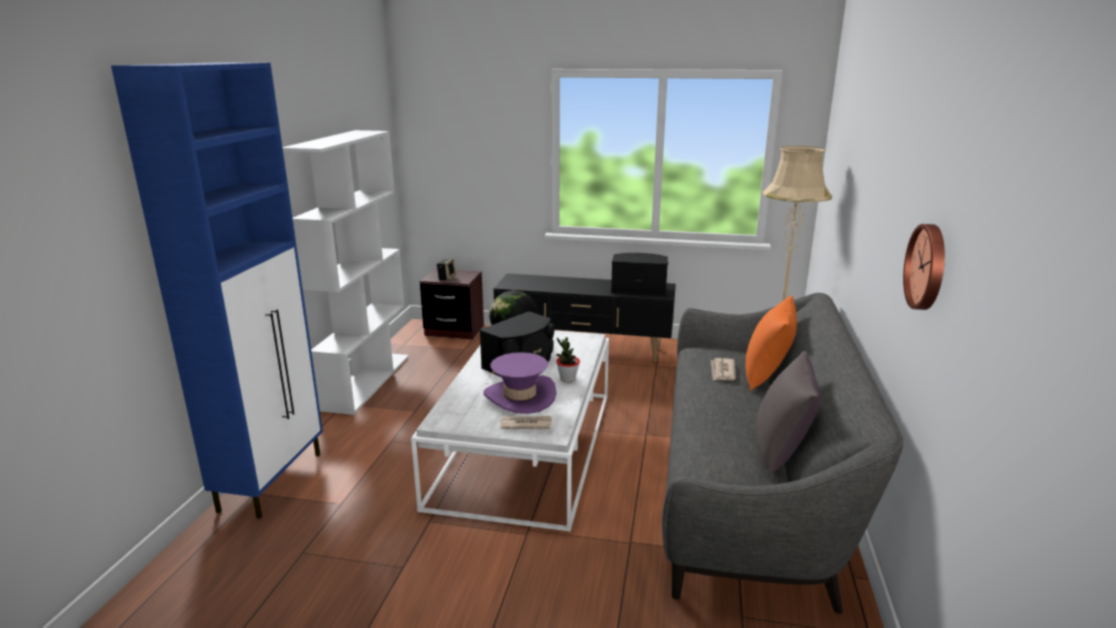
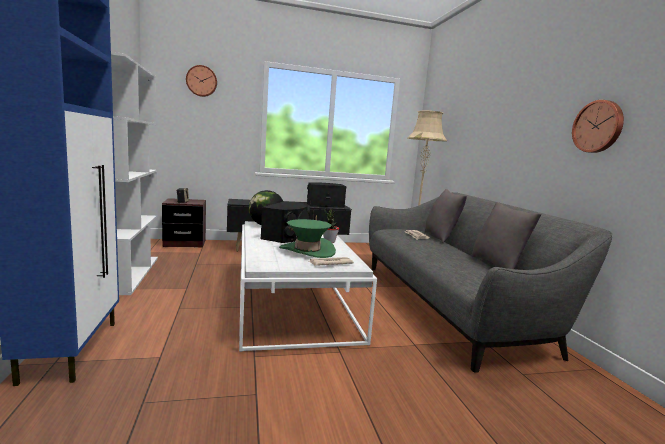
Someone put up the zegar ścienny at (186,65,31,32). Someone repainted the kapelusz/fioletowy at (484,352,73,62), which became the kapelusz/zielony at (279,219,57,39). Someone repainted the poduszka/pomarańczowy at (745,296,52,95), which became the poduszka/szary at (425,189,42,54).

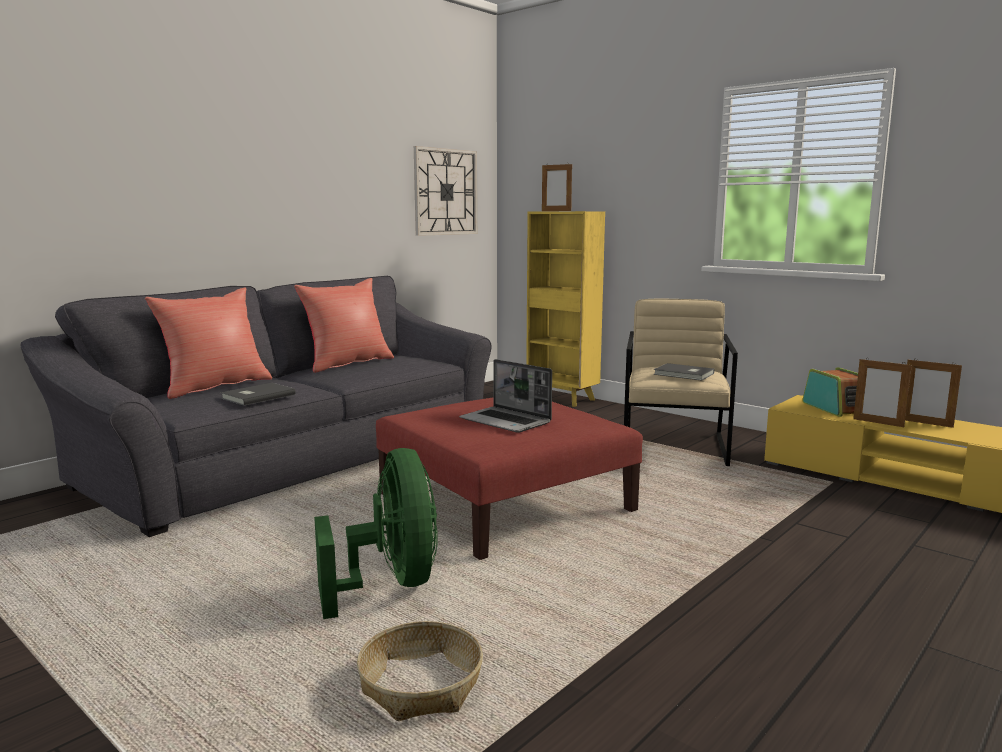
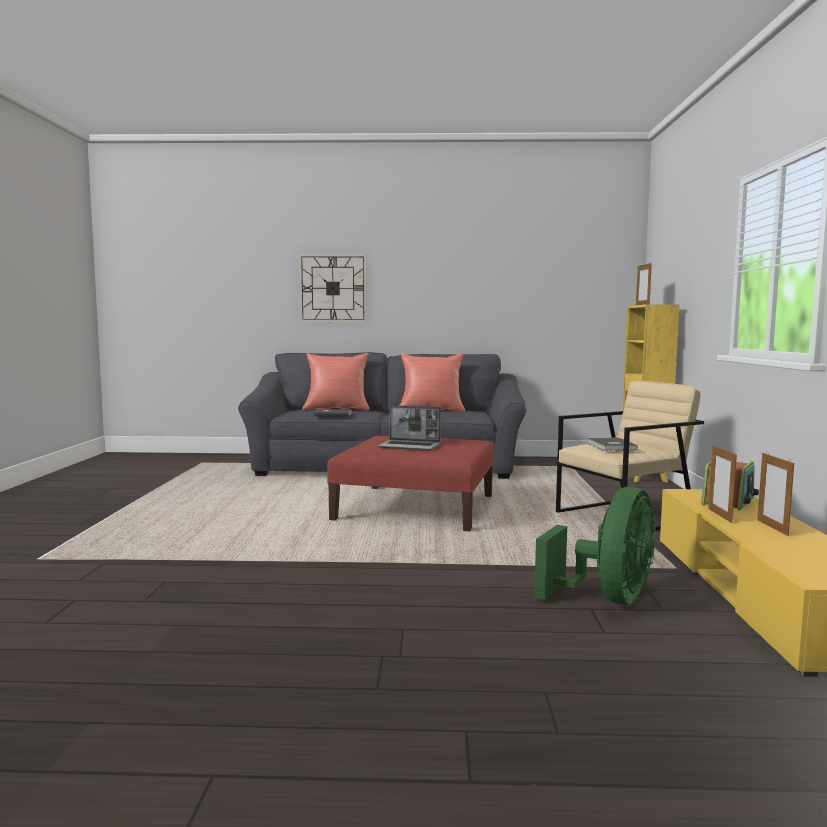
Someone carried the zegar ścienny from (414,146,63,90) to (299,254,68,69). Someone rotated the laptop at (459,359,93,74) by 75 degrees counterclockwise. Someone carried the wentylator/zielony from (314,448,124,171) to (534,487,121,118). Someone took away the koszyk at (357,621,126,100).

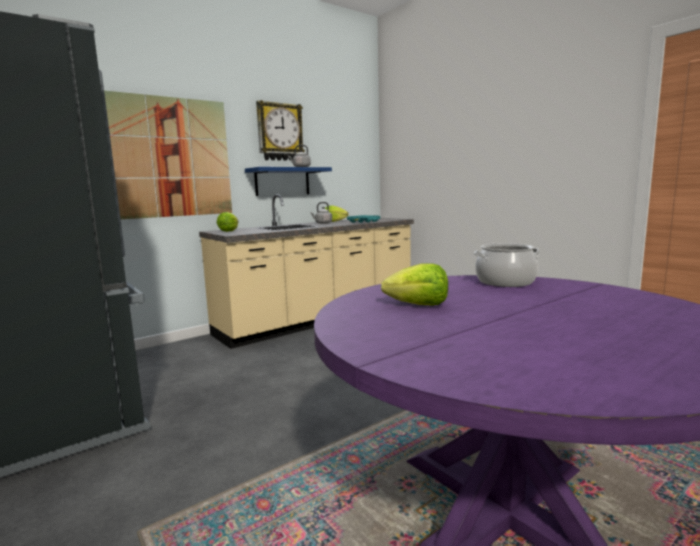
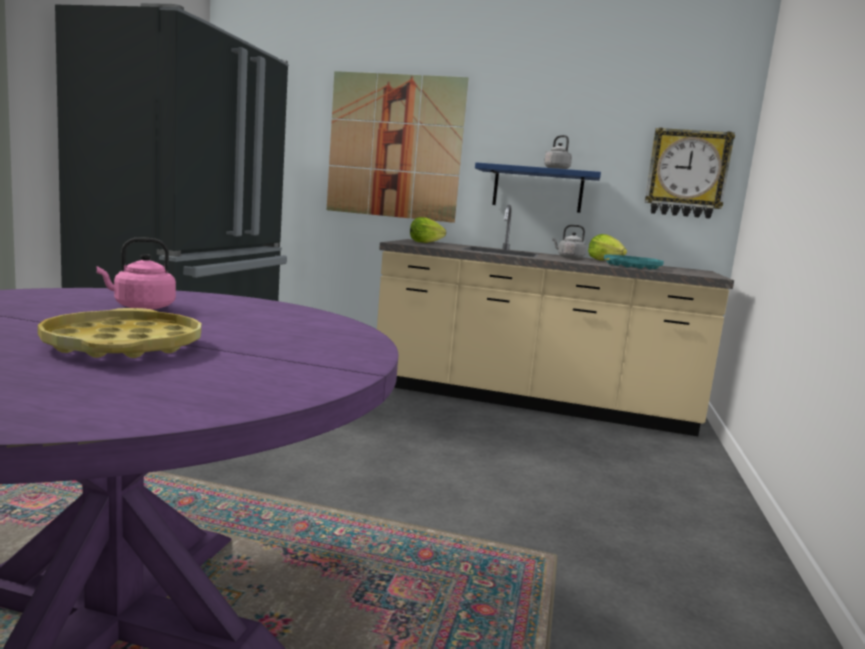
Someone put down the taca/żółty at (38,308,163,50). Someone swapped the sałata at (381,263,67,43) for the czajnik/różowy at (97,238,79,72). Someone carried the zegar ścienny from (256,100,49,61) to (644,128,91,91). Someone took away the garnek at (474,243,66,44).

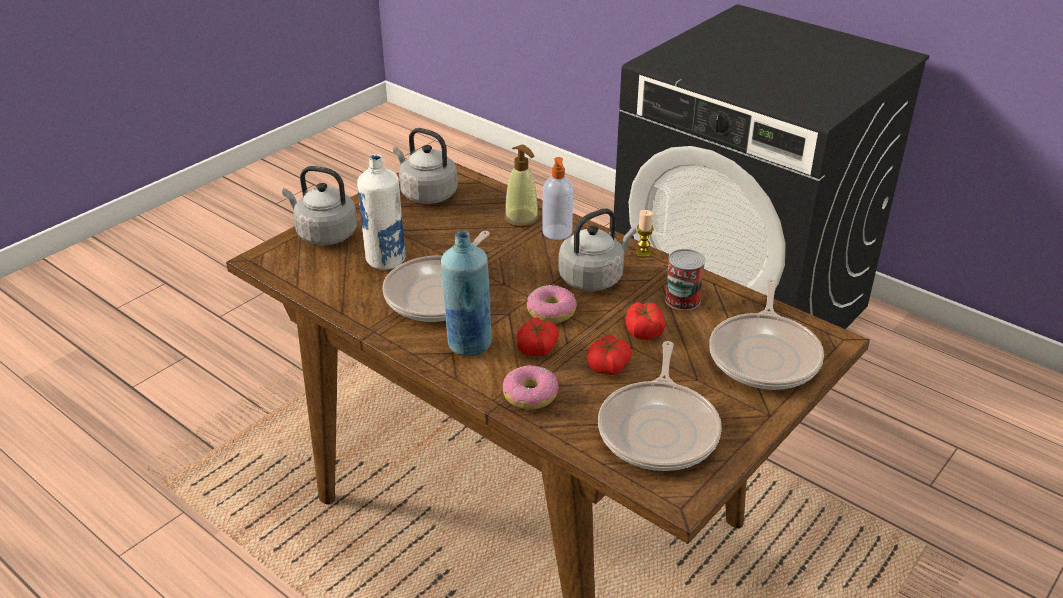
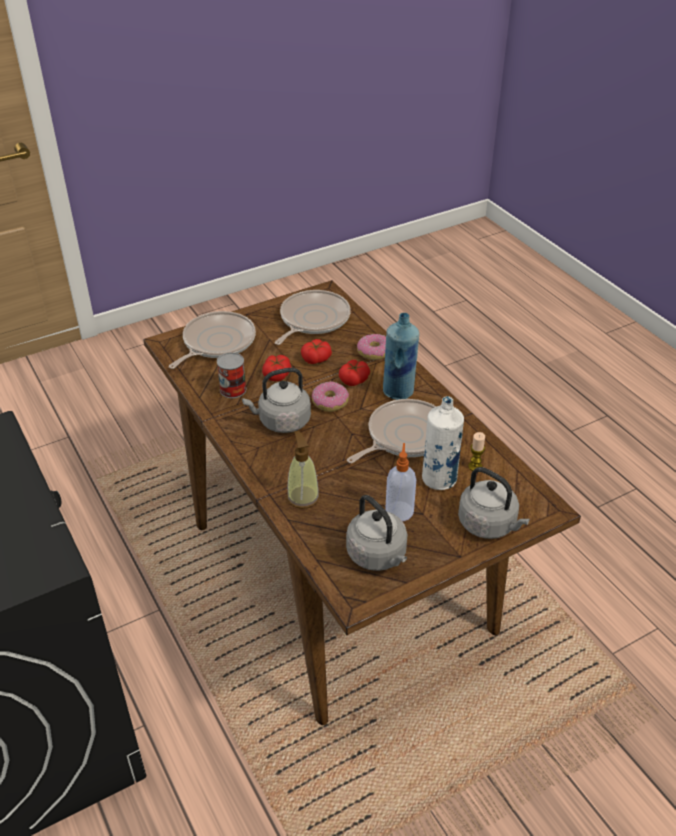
Someone carried the dozownik mydła from (542,157,31,83) to (385,443,31,78). Someone carried the świeca from (635,210,18,48) to (468,432,17,39).

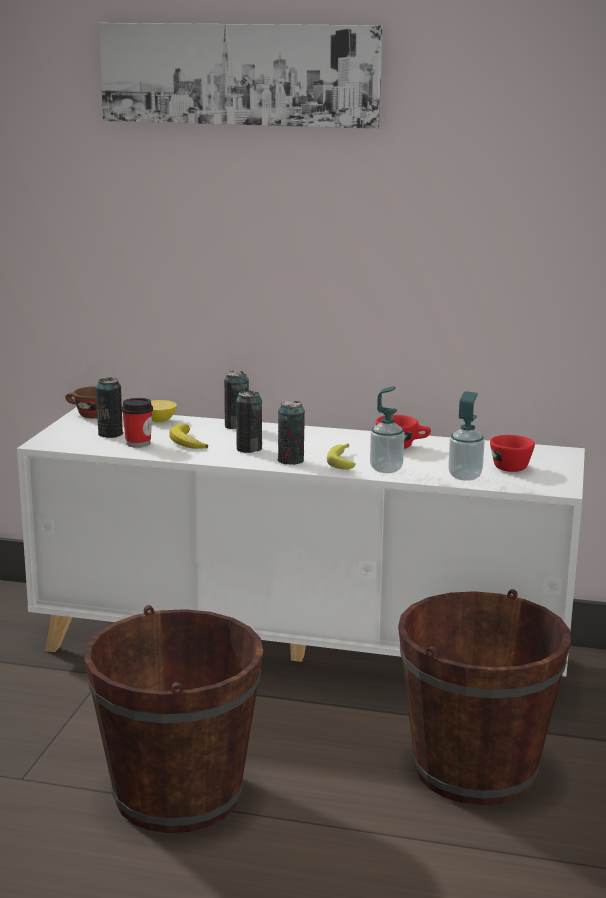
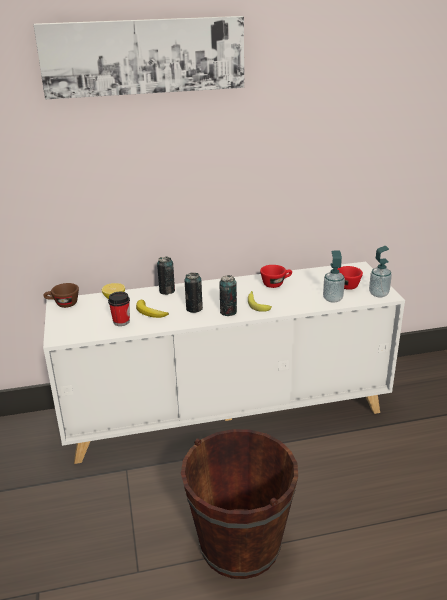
Someone carried the dozownik mydła from (370,386,34,87) to (369,246,23,51). Someone took away the puszka at (96,377,27,61). Someone took away the wiadro/brązowy at (398,589,173,216).

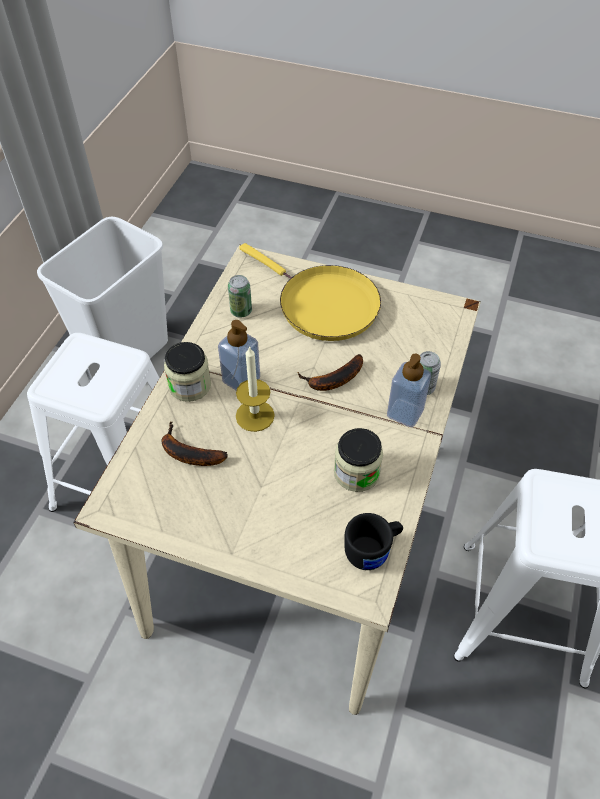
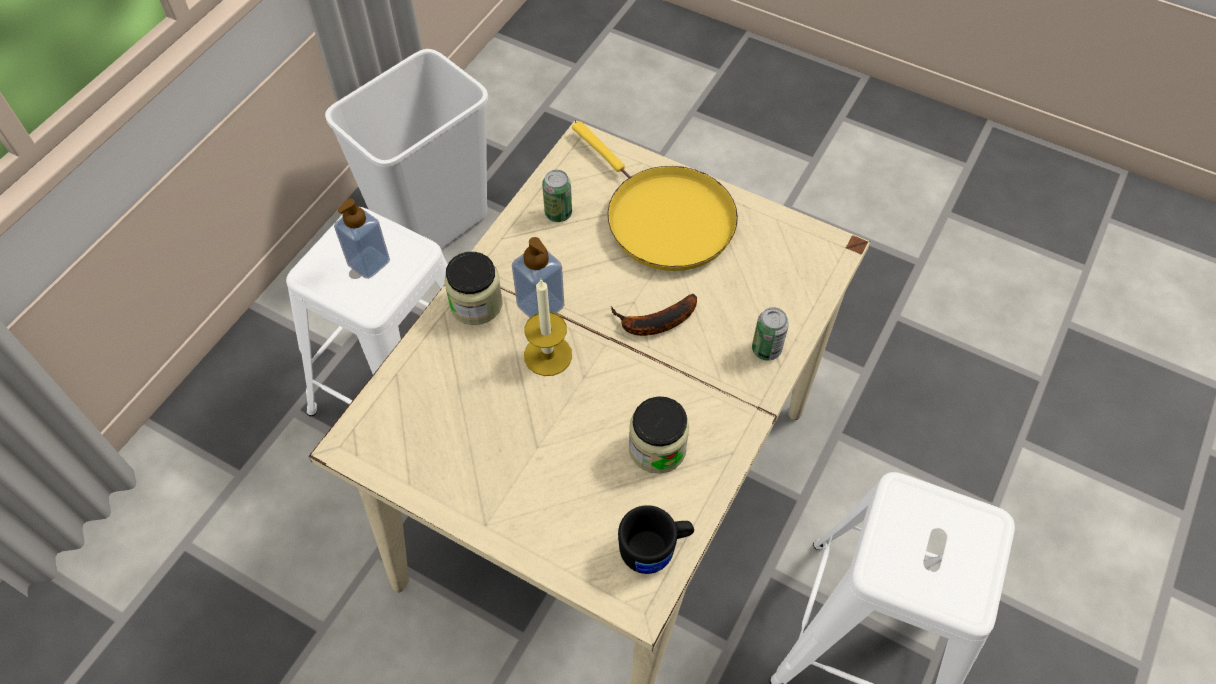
Someone carried the dozownik mydła from (387,354,44,73) to (334,199,56,80). Someone took away the banan at (161,422,67,44).

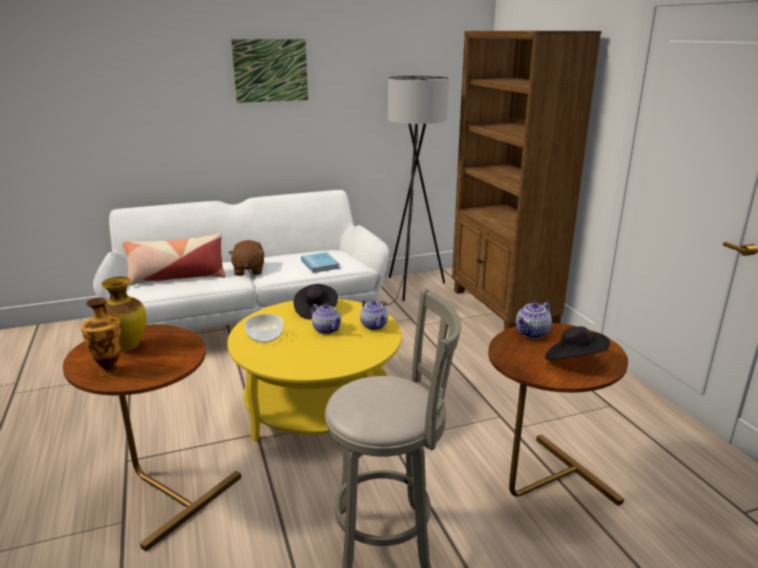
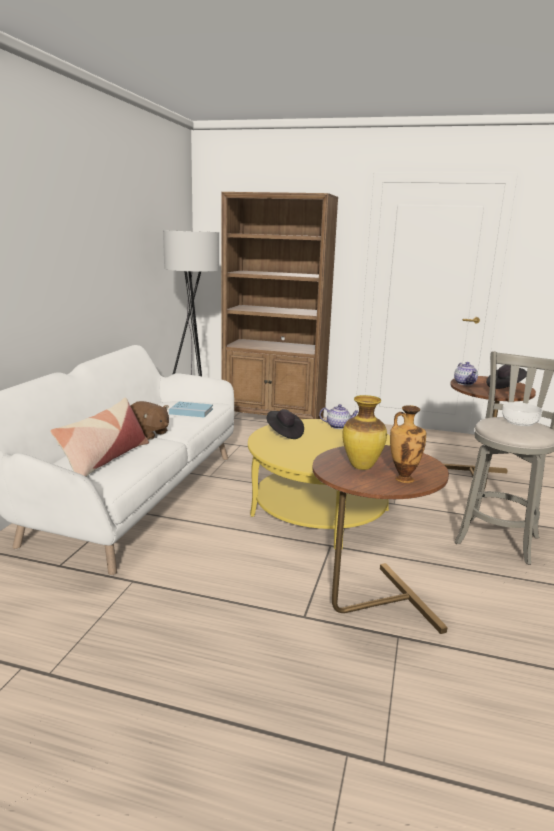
Someone carried the miska from (245,314,38,29) to (502,402,41,24). Someone took away the obraz at (231,39,77,64). Someone took away the imbryk at (311,304,31,30).

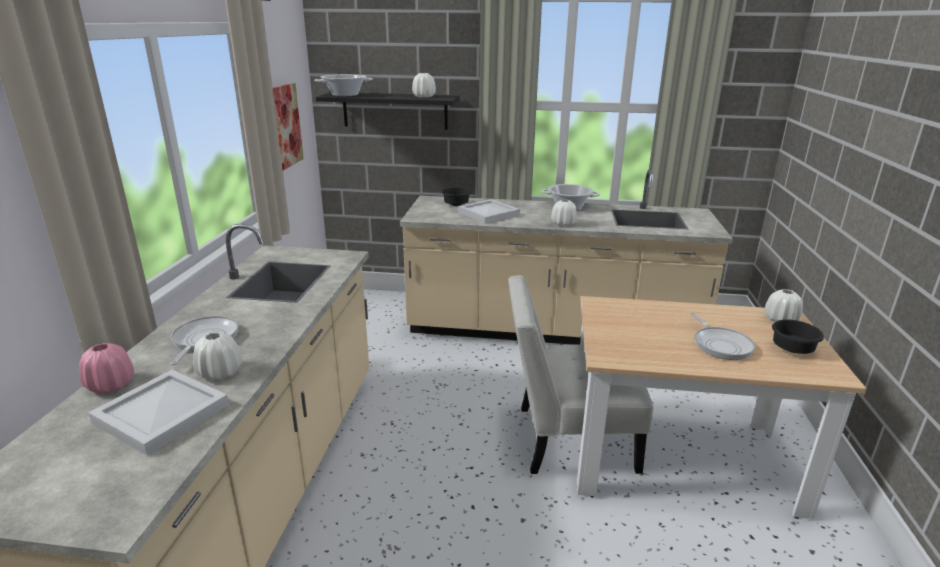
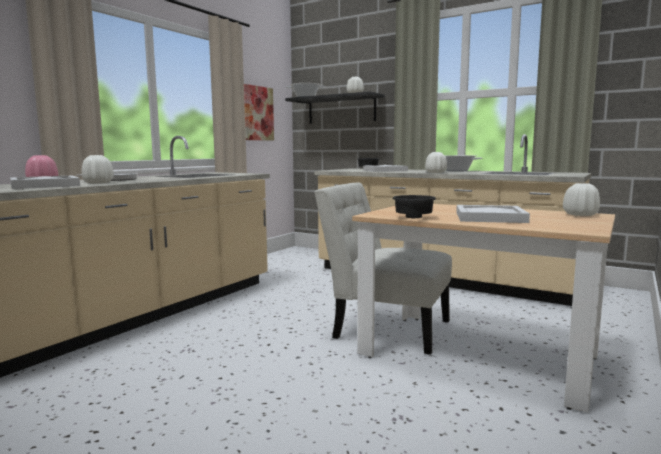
Someone carried the miska/czarny from (772,319,52,35) to (392,195,44,23). Someone swapped the patelnia at (690,312,65,48) for the taca/biały at (456,205,74,18).

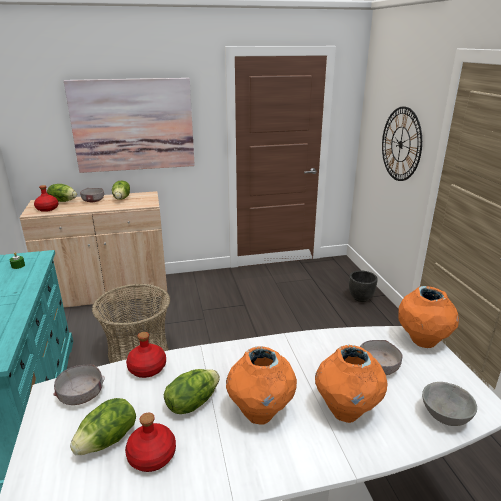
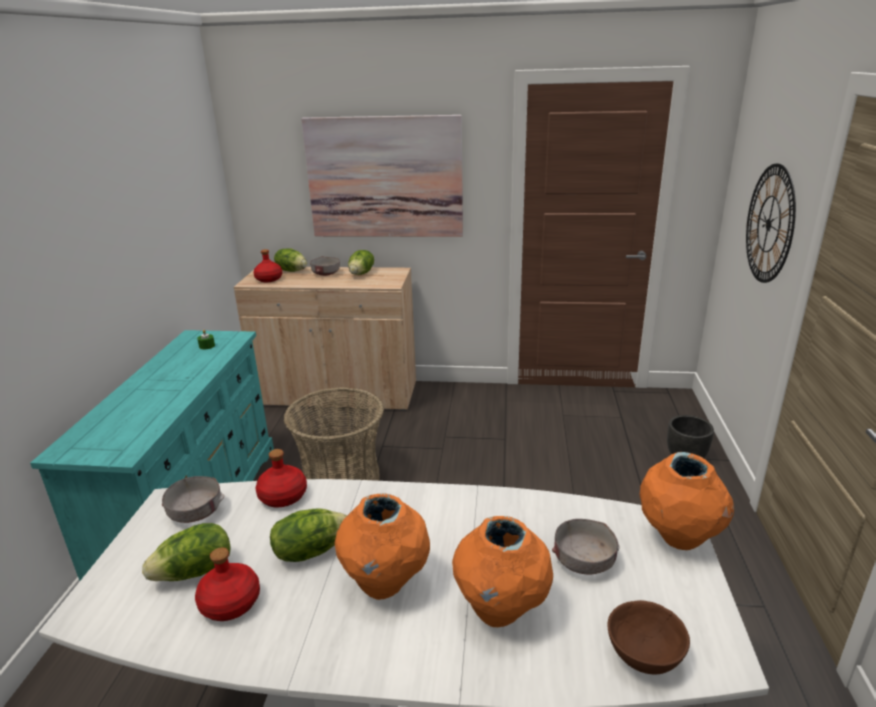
Someone repainted the miska/szary at (422,382,55,44), which became the miska/brązowy at (607,600,83,75).

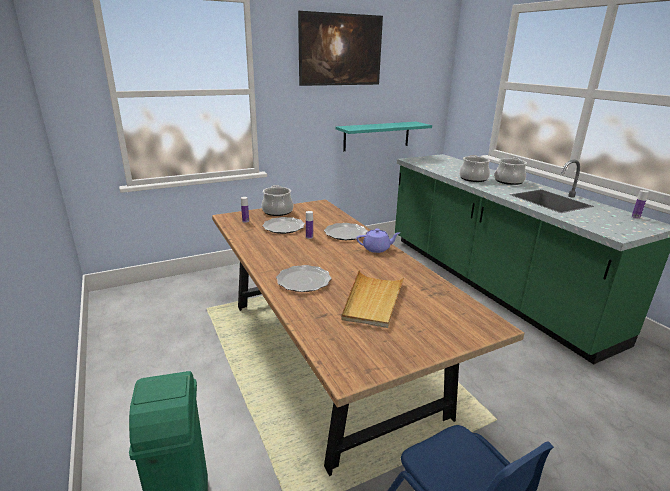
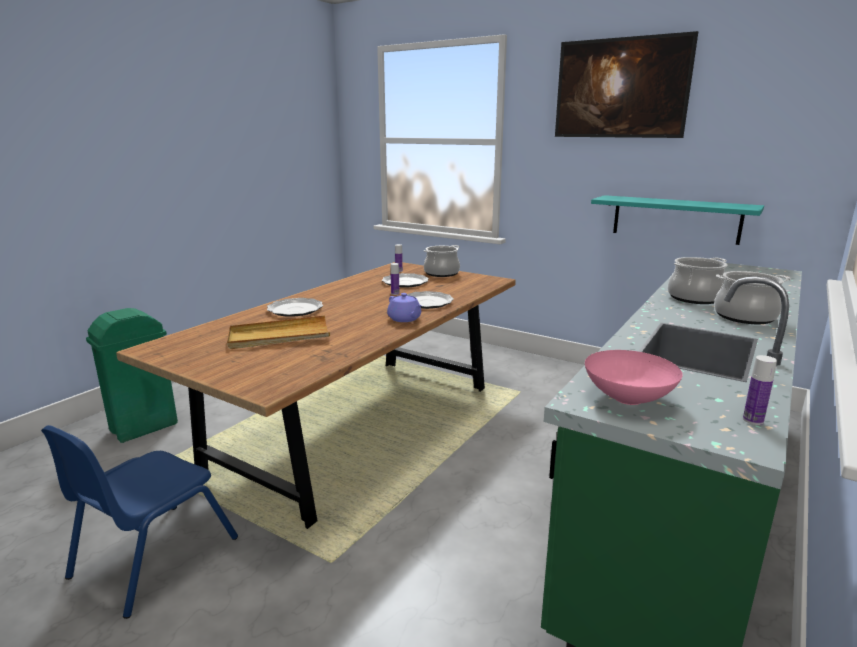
Someone put down the miska/różowy at (585,350,98,55).

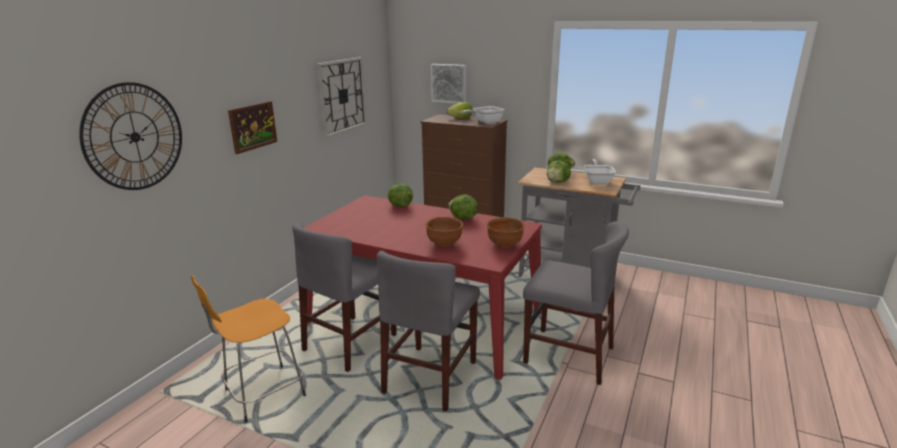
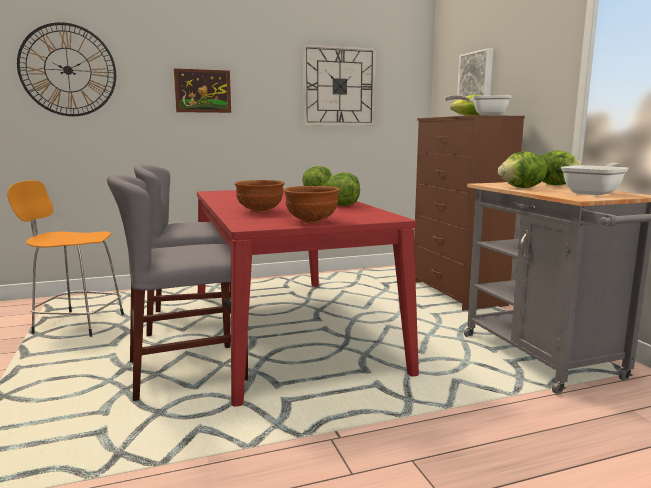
Someone took away the krzesło/szary at (523,222,106,163).

